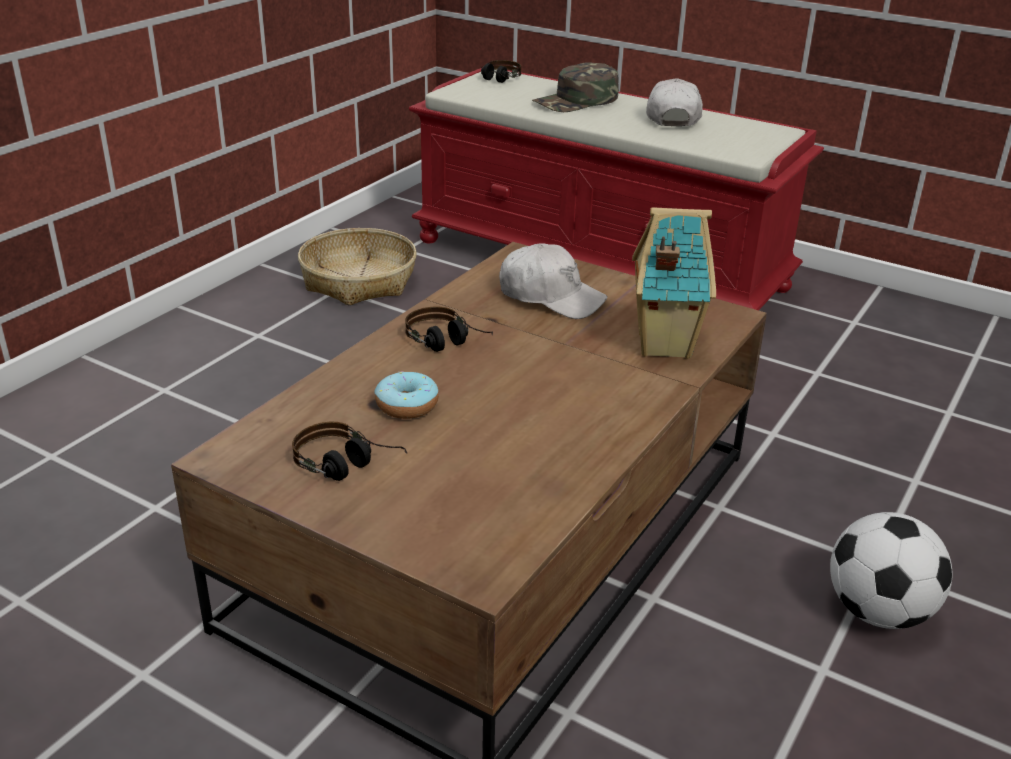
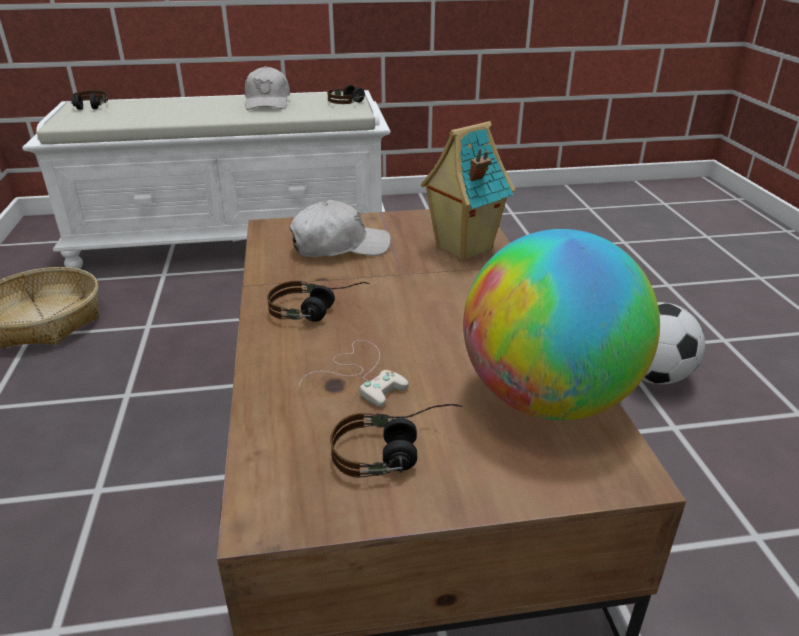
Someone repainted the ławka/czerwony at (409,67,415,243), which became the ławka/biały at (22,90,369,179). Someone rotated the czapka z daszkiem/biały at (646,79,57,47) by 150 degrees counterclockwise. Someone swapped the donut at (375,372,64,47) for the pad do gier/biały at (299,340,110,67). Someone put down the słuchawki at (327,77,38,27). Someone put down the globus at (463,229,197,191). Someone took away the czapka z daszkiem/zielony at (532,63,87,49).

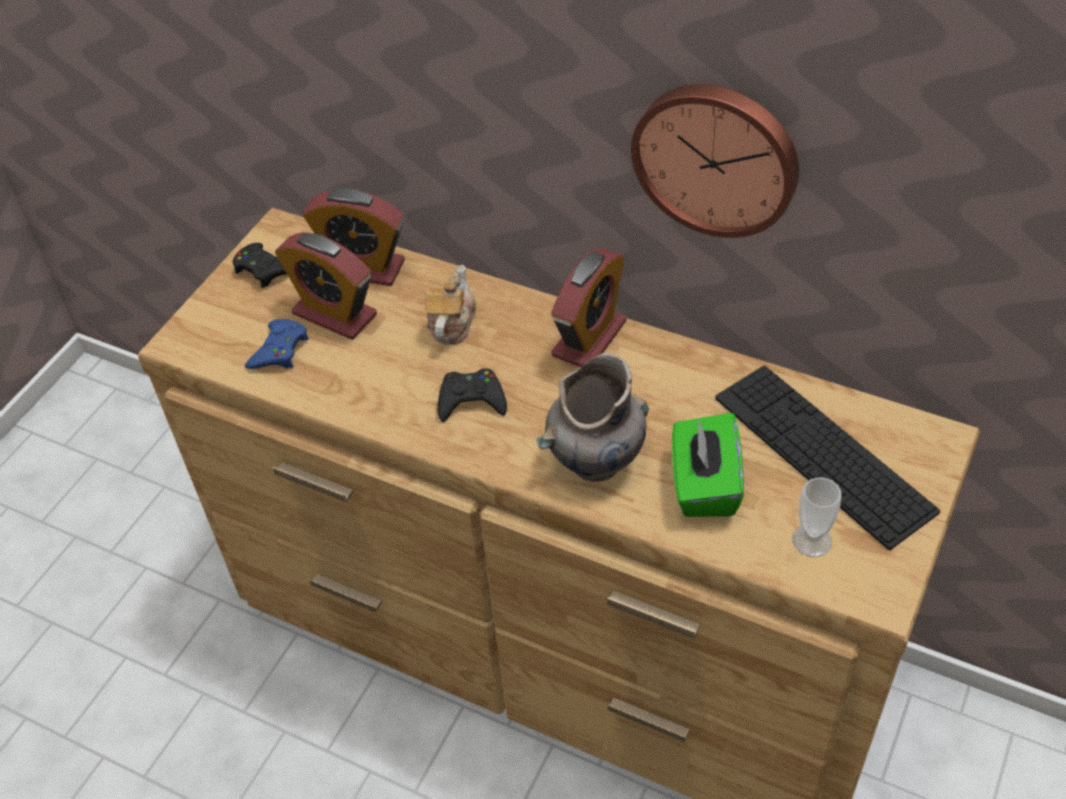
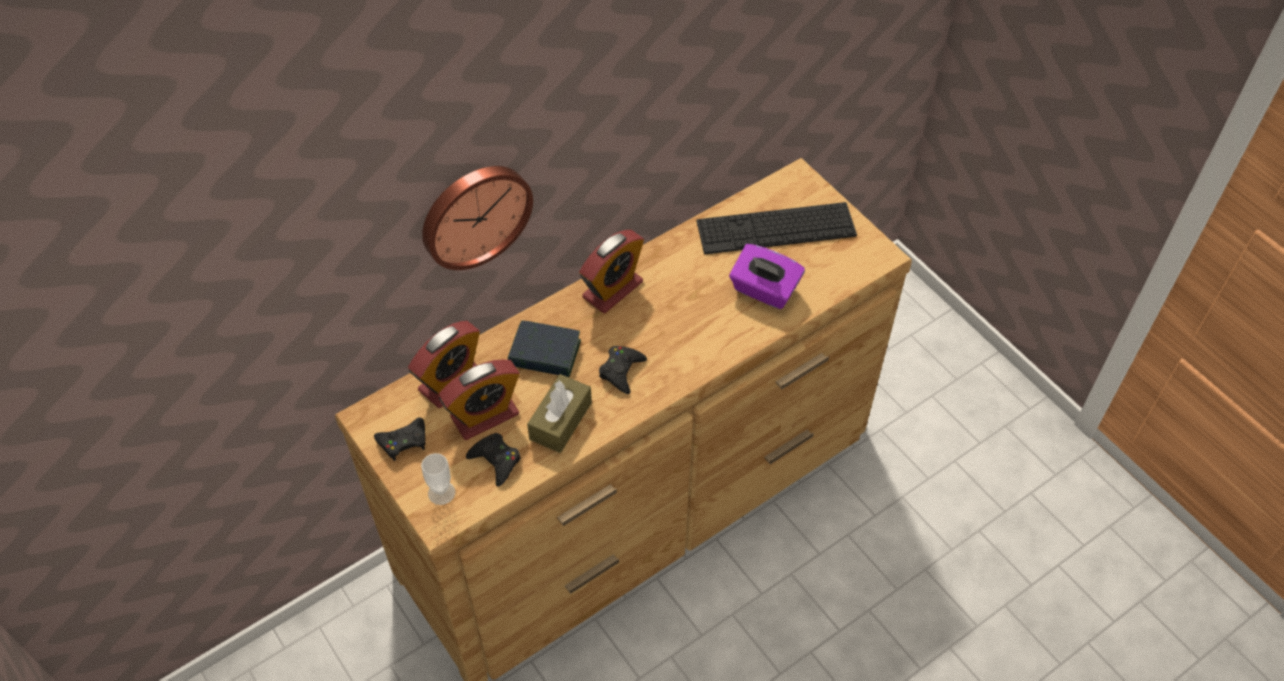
Someone carried the filiżanka from (792,477,50,80) to (421,453,34,52). Someone carried the zegar ścienny from (631,84,168,154) to (422,166,111,104). Someone repainted the pad do gier/niebieski at (245,319,64,50), which became the pad do gier/czarny at (466,433,55,54). Someone swapped the imbryk at (425,265,51,80) for the książka at (508,320,73,57). Someone put down the pudełko chusteczek/brązowy at (527,374,65,79). Someone rotated the budzik at (551,248,76,119) by 75 degrees clockwise. Someone repainted the pudełko chusteczek/zielony at (672,413,72,104), which became the pudełko chusteczek/fioletowy at (729,244,76,65). Someone took away the wazon/szary at (536,353,113,129).

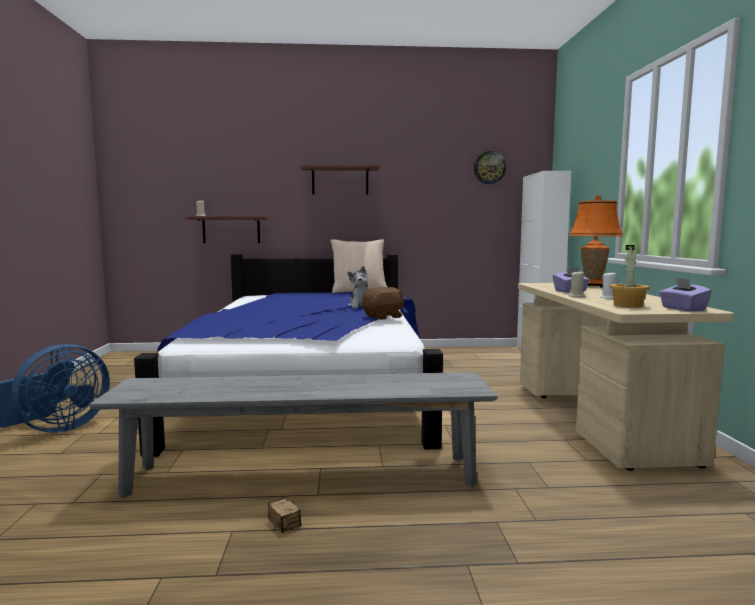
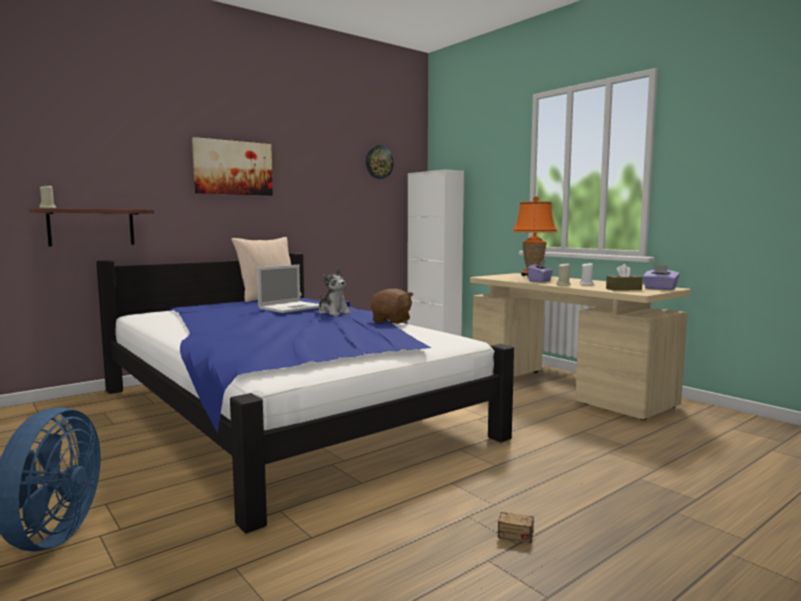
Someone swapped the półka at (300,165,79,30) for the obraz at (192,137,81,59). Someone put down the laptop at (257,265,62,48). Someone swapped the roślina doniczkowa at (610,245,40,63) for the pudełko chusteczek/brązowy at (606,264,37,27). Someone took away the ławka/szary at (89,372,409,126).

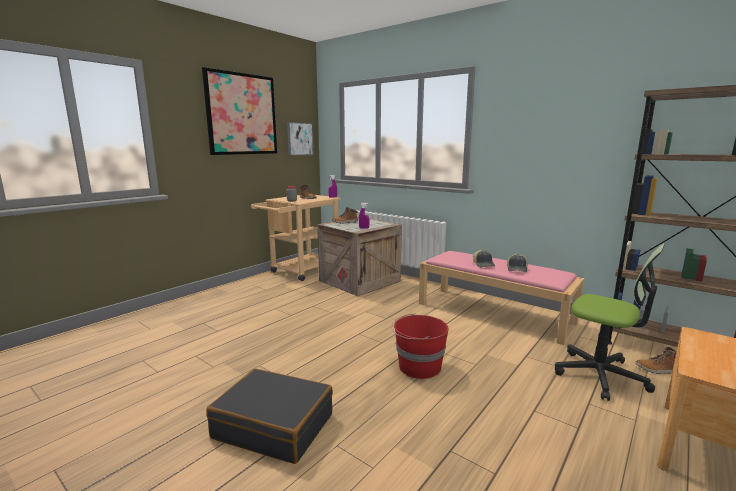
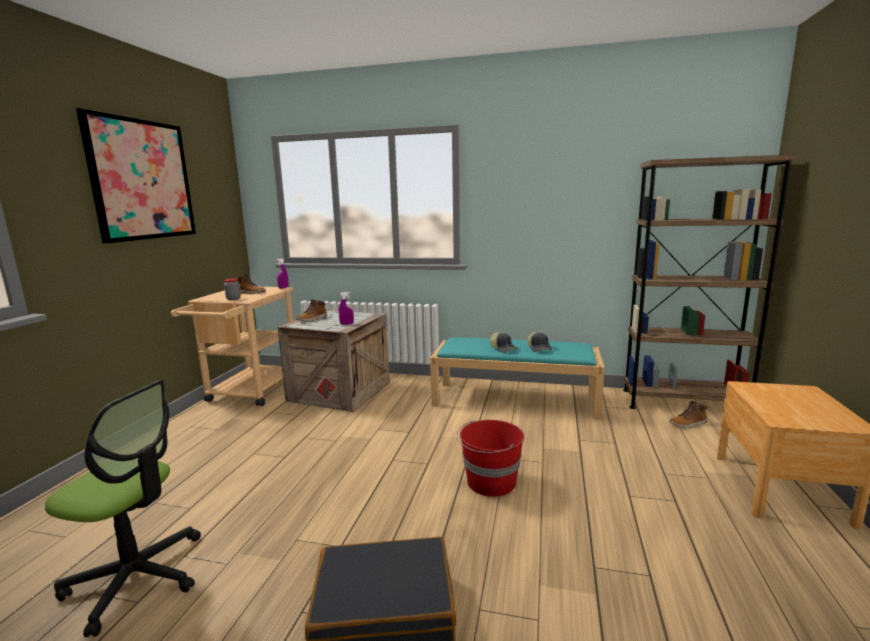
Someone carried the krzesło biurowe from (555,244,110,157) to (45,380,156,257). Someone repainted the ławka/różowy at (419,251,165,94), which became the ławka/turkusowy at (430,337,175,82). Someone took away the obraz at (287,122,27,33).

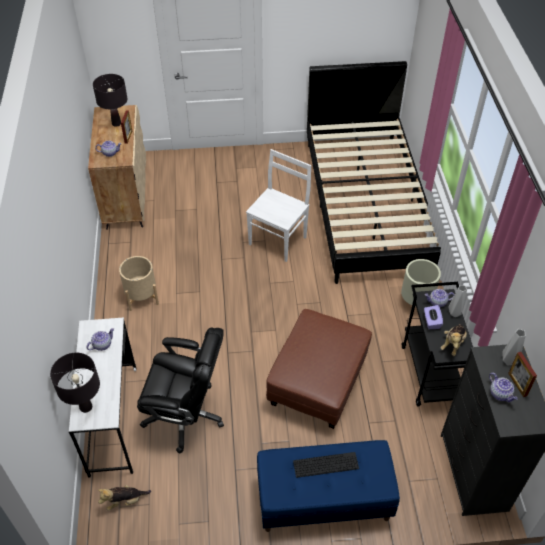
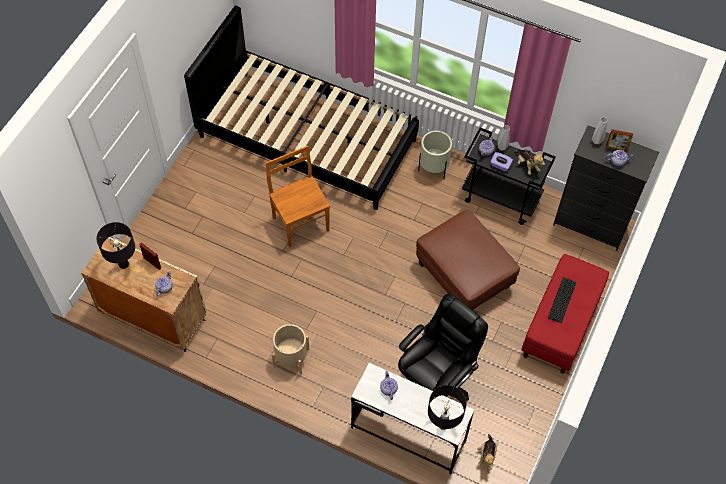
Someone repainted the krzesło/biały at (246,149,65,113), which became the krzesło/brązowy at (266,146,64,102). Someone repainted the ławka/niebieski at (257,440,143,92), which became the ławka/czerwony at (521,254,88,120).

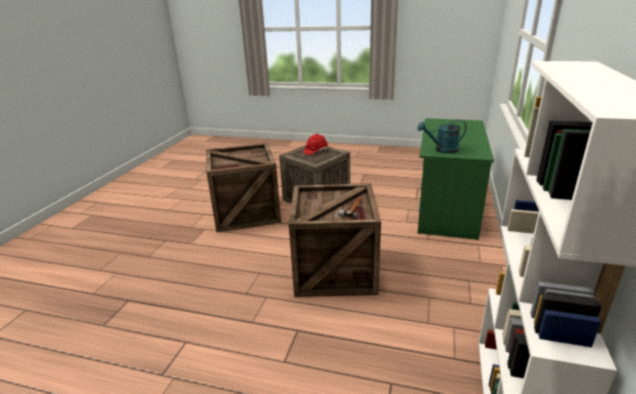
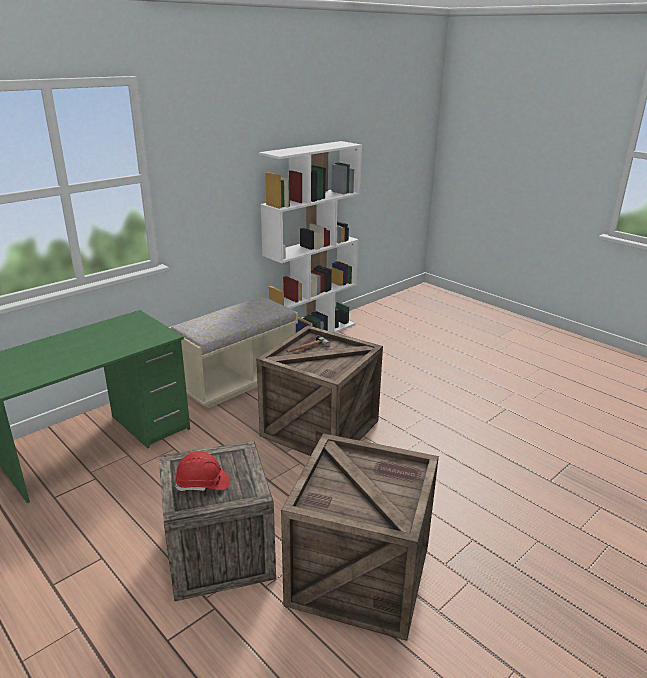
Someone put down the ławka/beżowy at (169,297,129,111). Someone took away the konewka/turkusowy at (417,120,49,33).

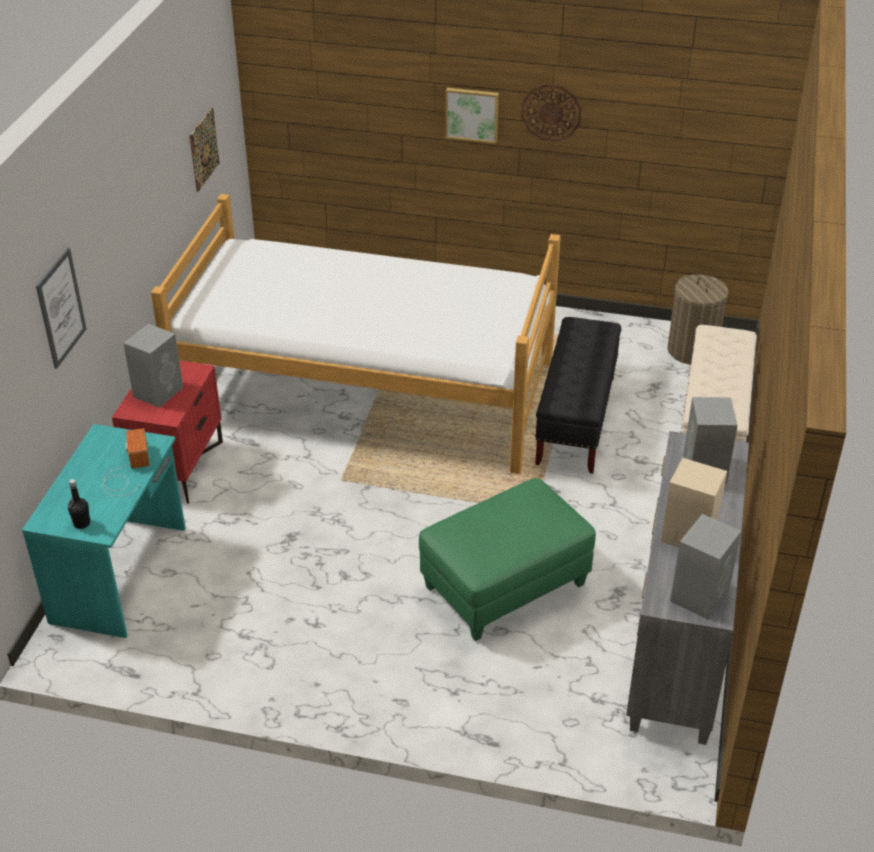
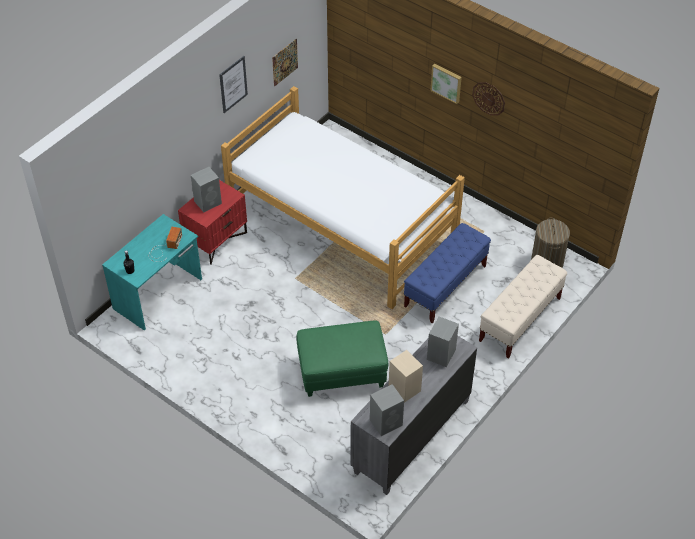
Someone carried the obraz from (36,248,50,121) to (219,56,29,57). Someone repainted the ławka/czarny at (535,317,86,157), which became the ławka/niebieski at (404,223,87,100).

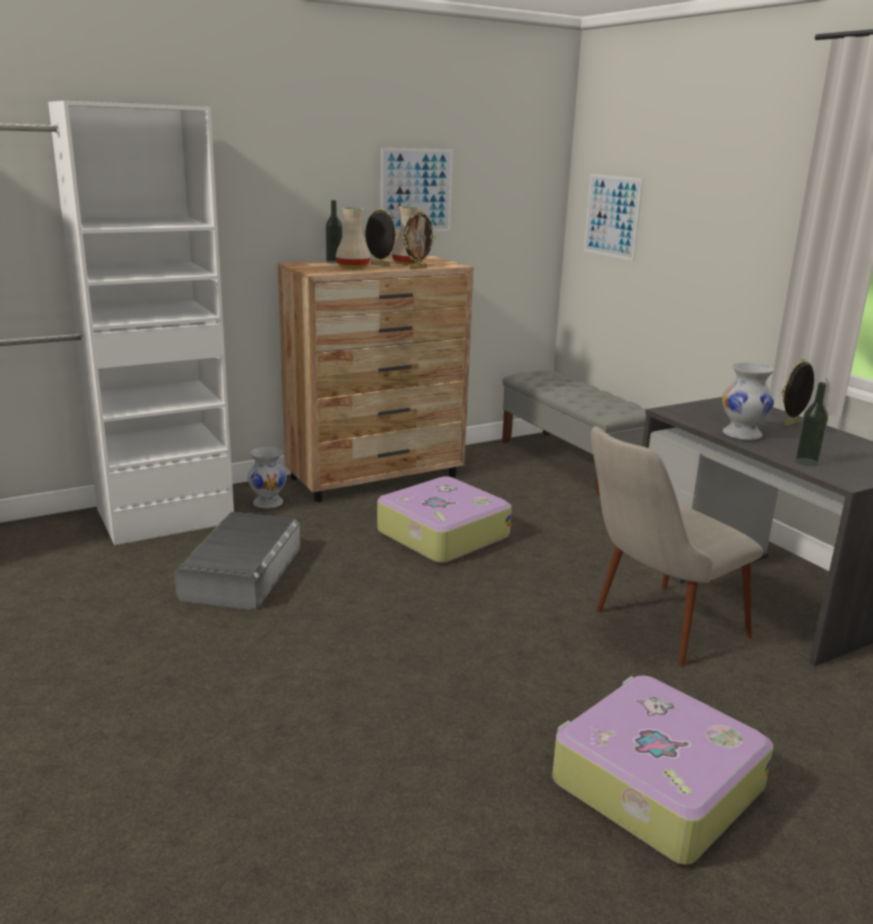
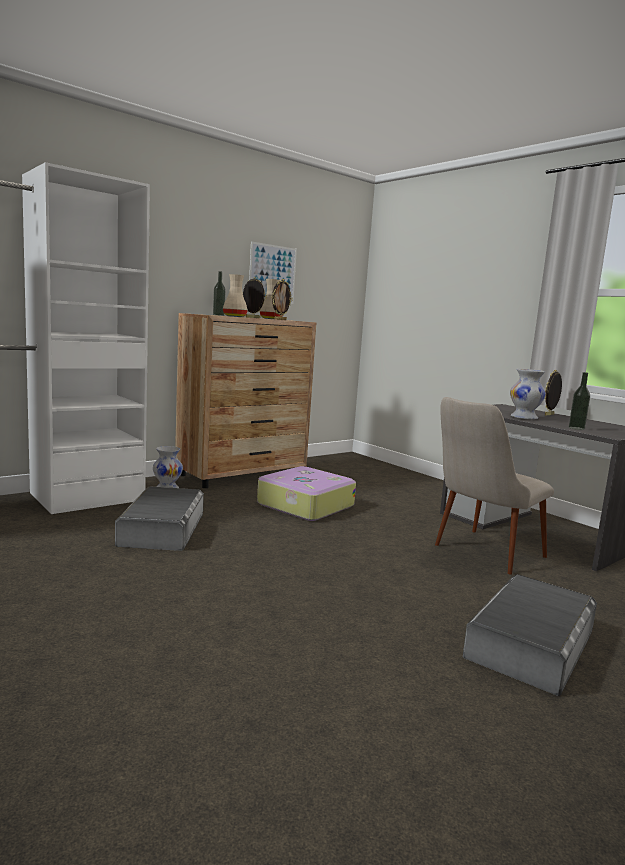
Someone swapped the walizka at (552,676,222,189) for the pojemnik do przechowywania/szary at (463,574,134,122). Someone took away the ławka/szary at (502,370,144,126). Someone took away the obraz at (584,174,59,87).

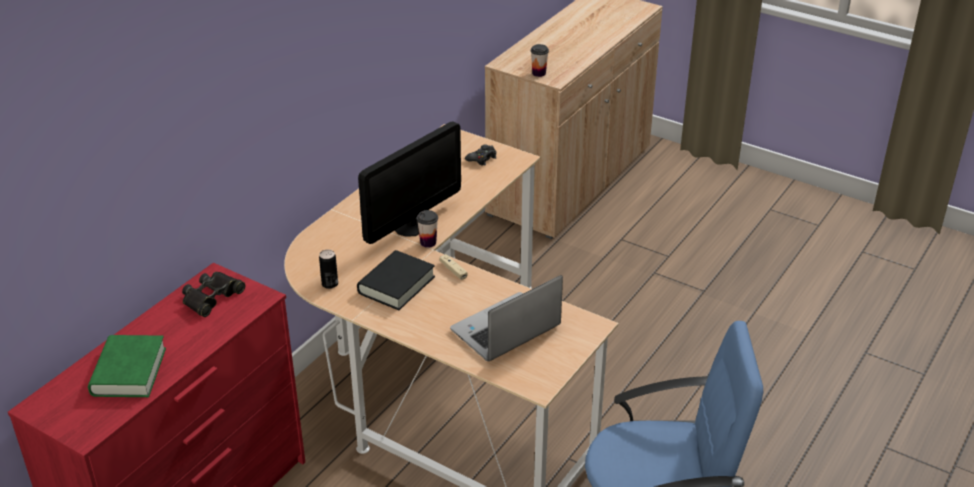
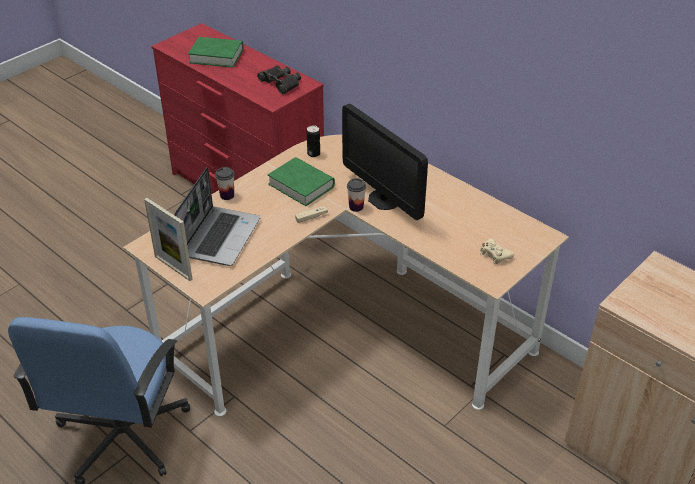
Someone put down the ramka na zdjęcie at (144,198,49,83). Someone rotated the laptop at (450,275,113,86) by 45 degrees clockwise. Someone carried the filiżanka from (531,44,18,33) to (215,167,19,33). Someone repainted the książka/czarny at (357,250,78,60), which became the książka/zielony at (268,157,67,49). Someone repainted the pad do gier/czarny at (465,144,31,22), which became the pad do gier/beżowy at (480,239,34,25).

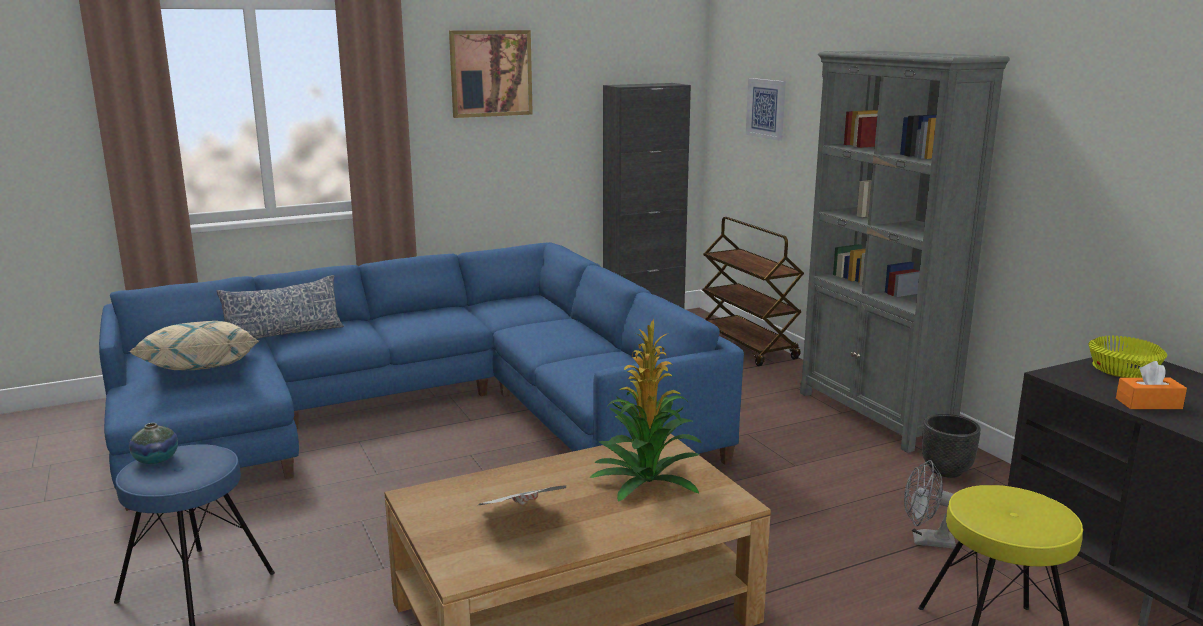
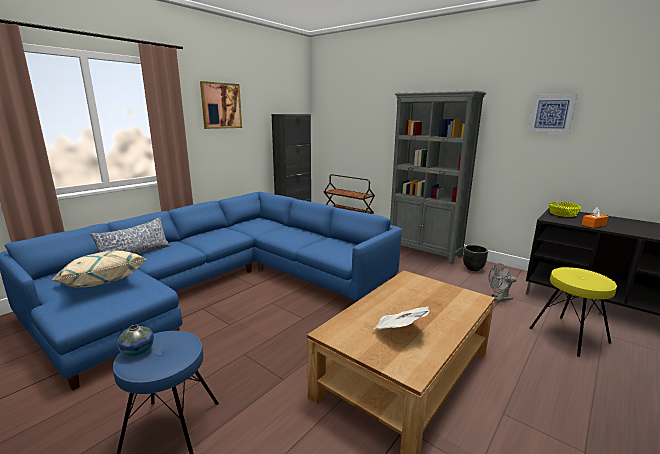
Someone carried the obraz from (746,78,40,63) to (528,94,49,40). Someone took away the roślina doniczkowa at (590,319,111,183).

